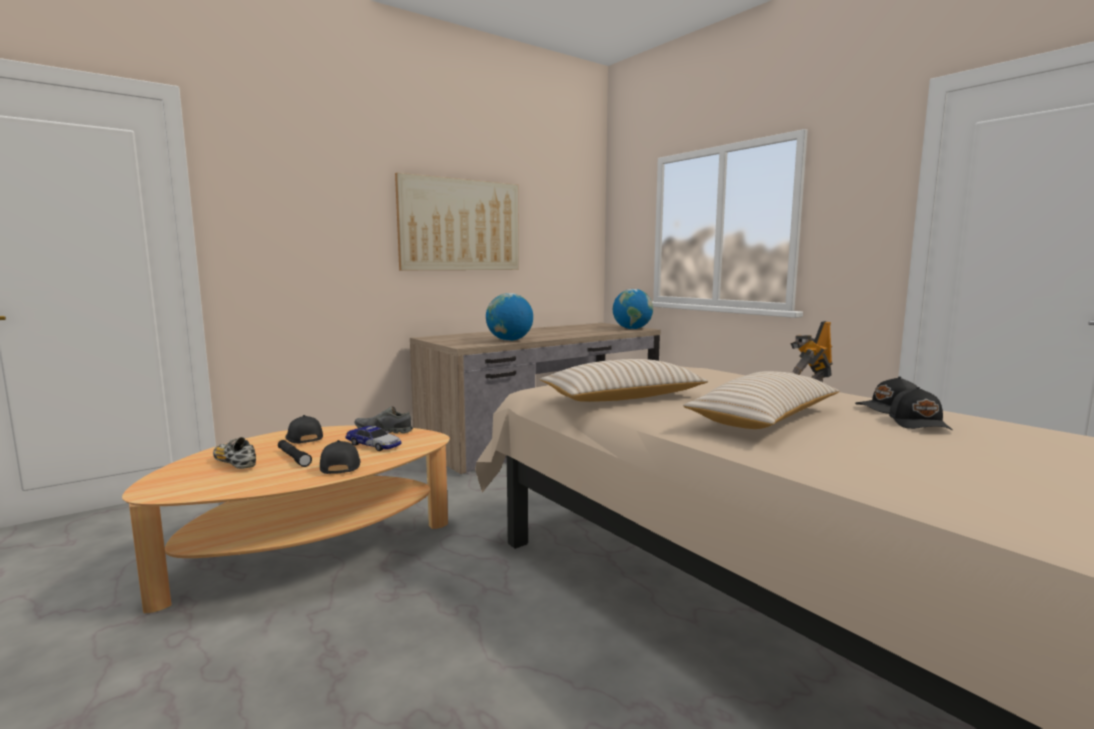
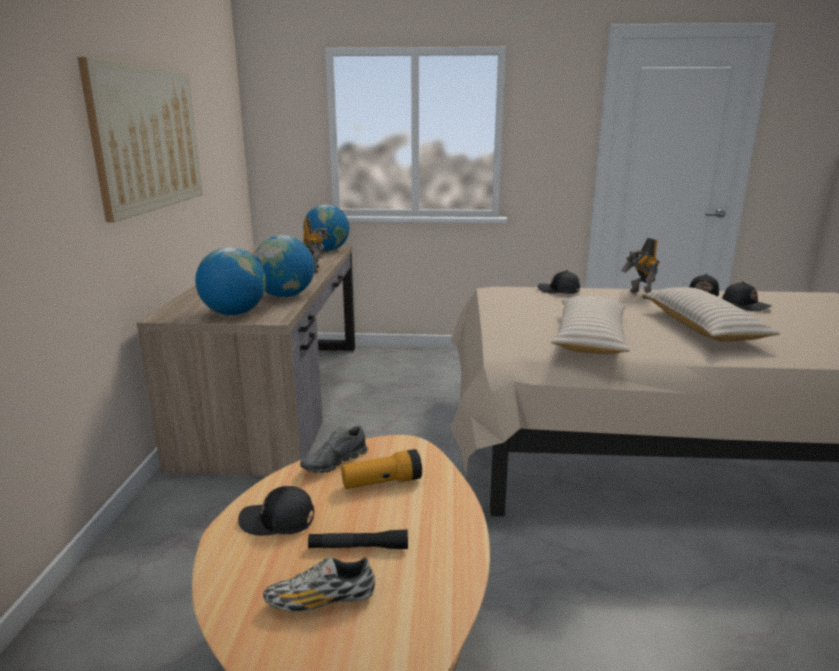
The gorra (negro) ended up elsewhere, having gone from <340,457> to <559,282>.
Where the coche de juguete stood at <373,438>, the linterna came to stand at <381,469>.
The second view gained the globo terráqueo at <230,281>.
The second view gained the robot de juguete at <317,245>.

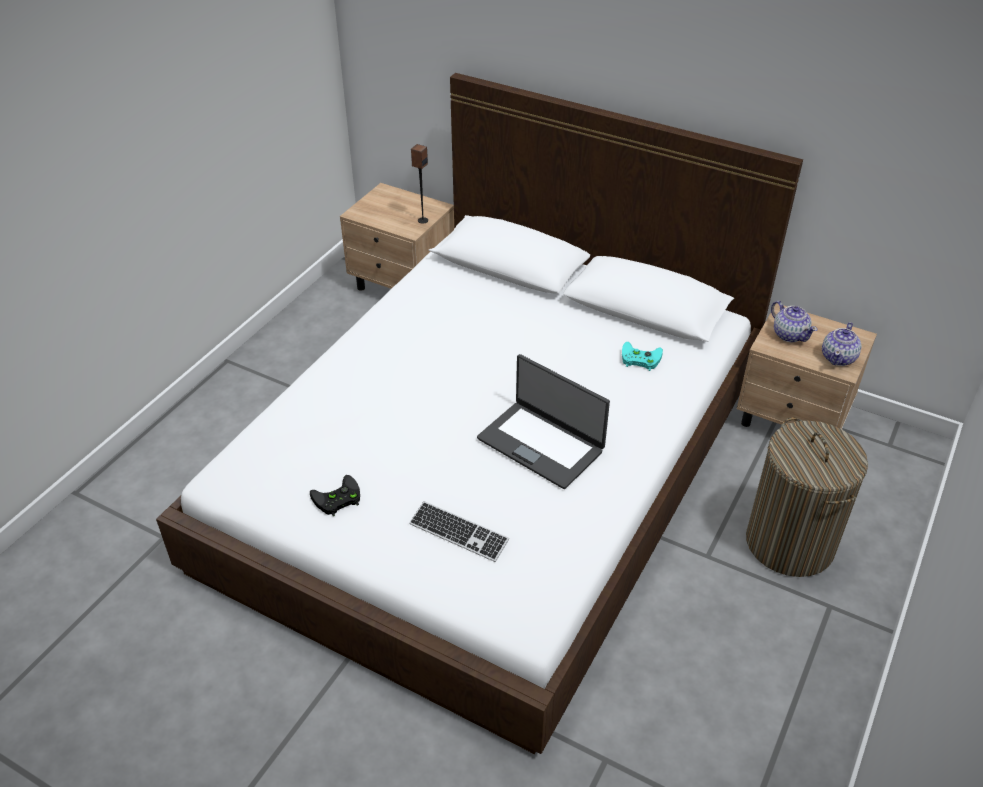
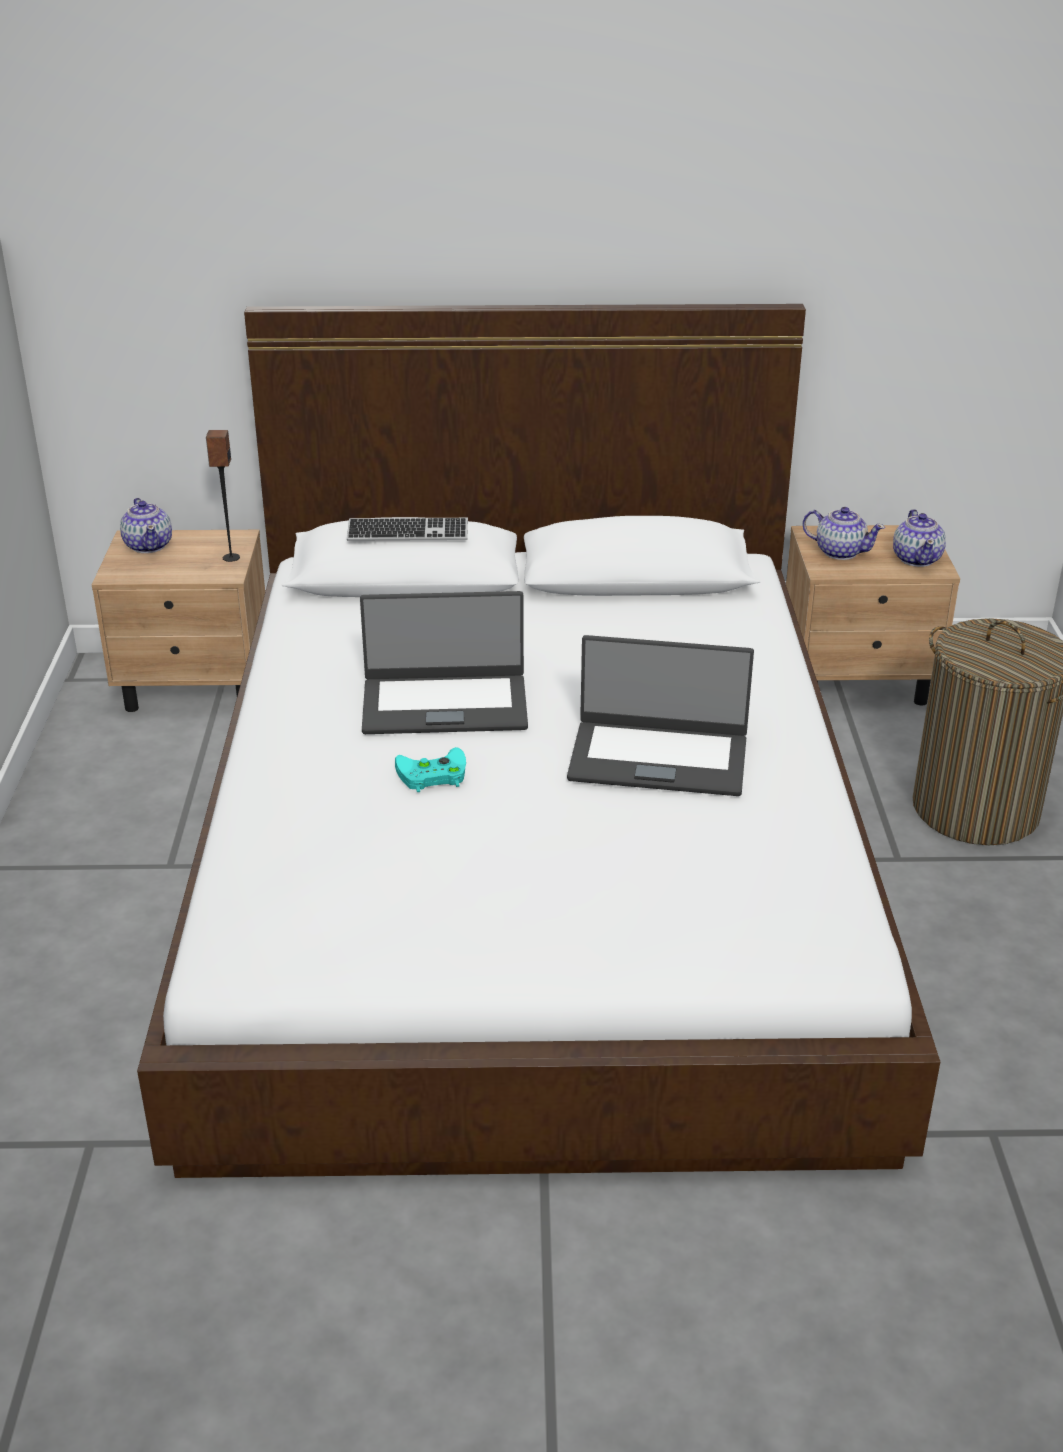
The second view lost the mando de consola (negro) at <335,495>.
The teclado ended up elsewhere, having gone from <459,531> to <407,529>.
The mando de consola (turquesa) ended up elsewhere, having gone from <642,356> to <430,769>.
The second view gained the tetera at <146,525>.
The second view gained the portátil at <444,662>.

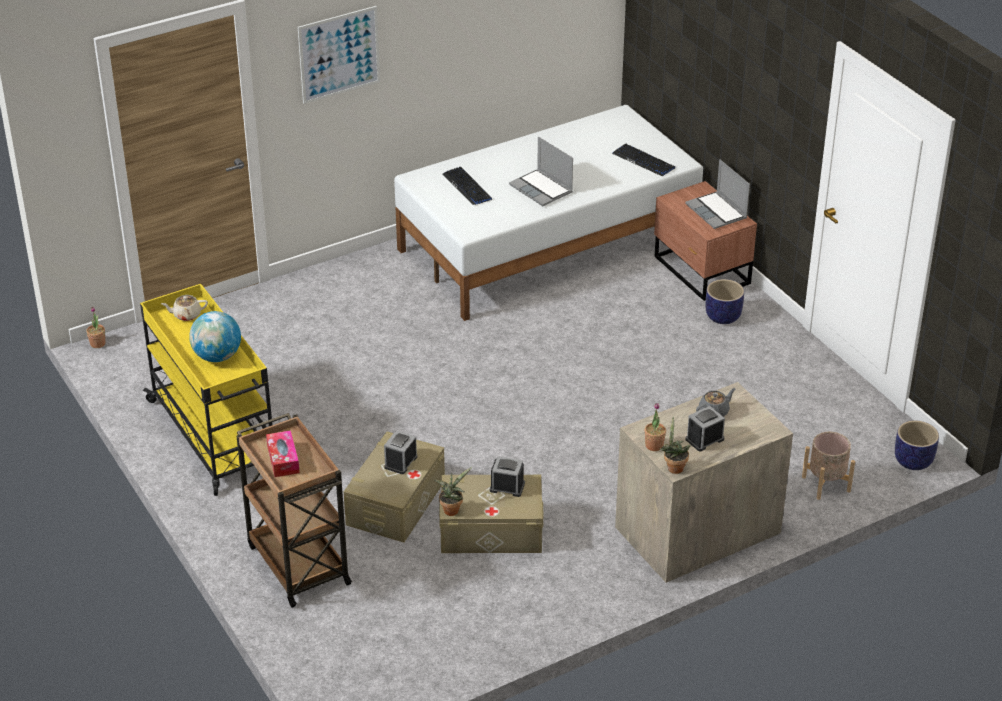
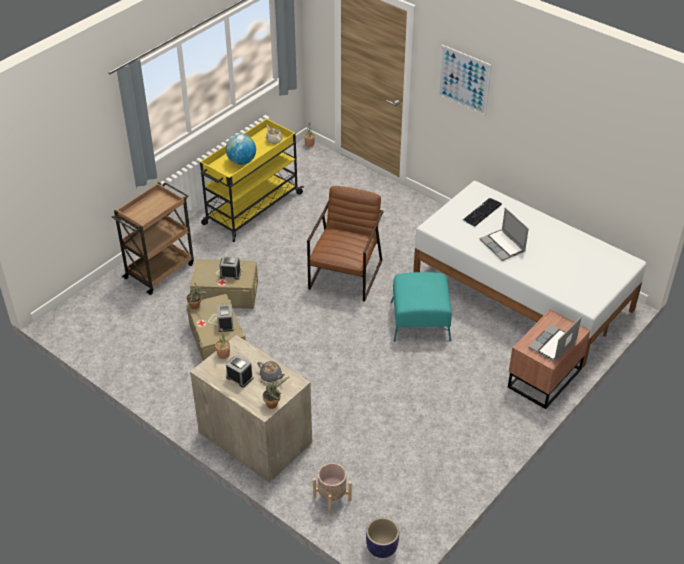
The second view lost the caja de pañuelos at <283,453>.
The portátil at <541,171> ended up facing another way, 60 degrees counterclockwise from before.
The second view lost the teclado at <643,160>.
The planta en maceta ended up elsewhere, having gone from <675,445> to <275,393>.
The second view lost the maceta at <725,301>.
The second view gained the sillón (marrón) at <345,244>.
The second view gained the puf (turquesa) at <421,307>.

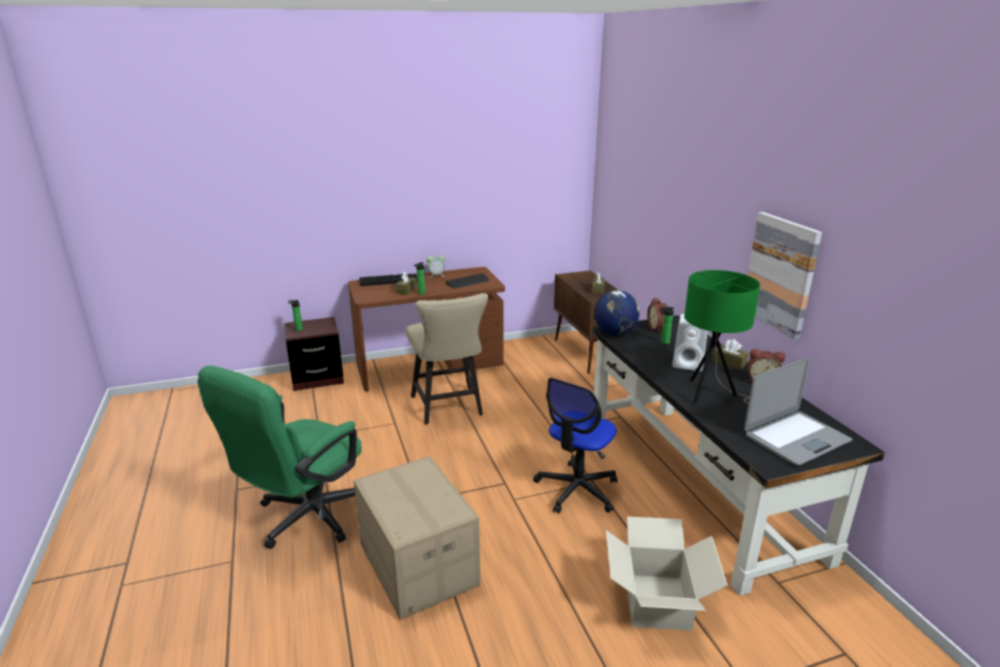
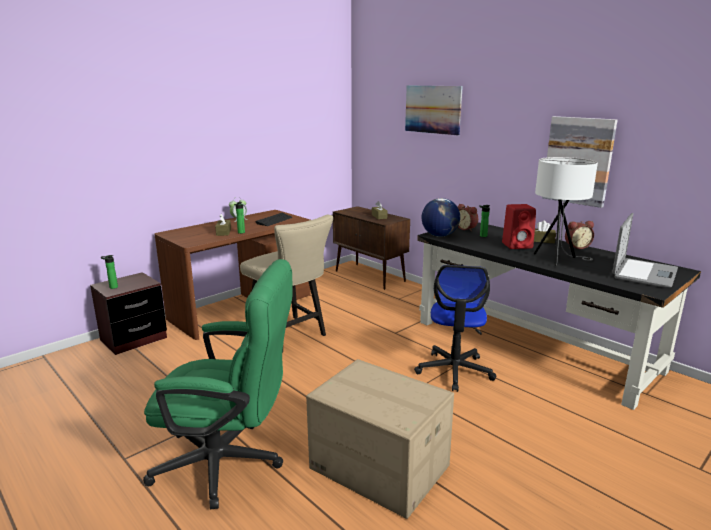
The silla de oficina (verde) at <279,457> ended up facing another way, 90 degrees counterclockwise from before.
The second view lost the teclado at <388,279>.
The second view lost the caja de cartón at <667,573>.
What was the altavoz (blanco) at <690,342> turned into the altavoz (rojo) at <519,226>.
What was the lámpara de mesa (verde) at <722,337> turned into the lámpara de mesa (blanco) at <565,211>.
The second view gained the cuadro at <434,111>.

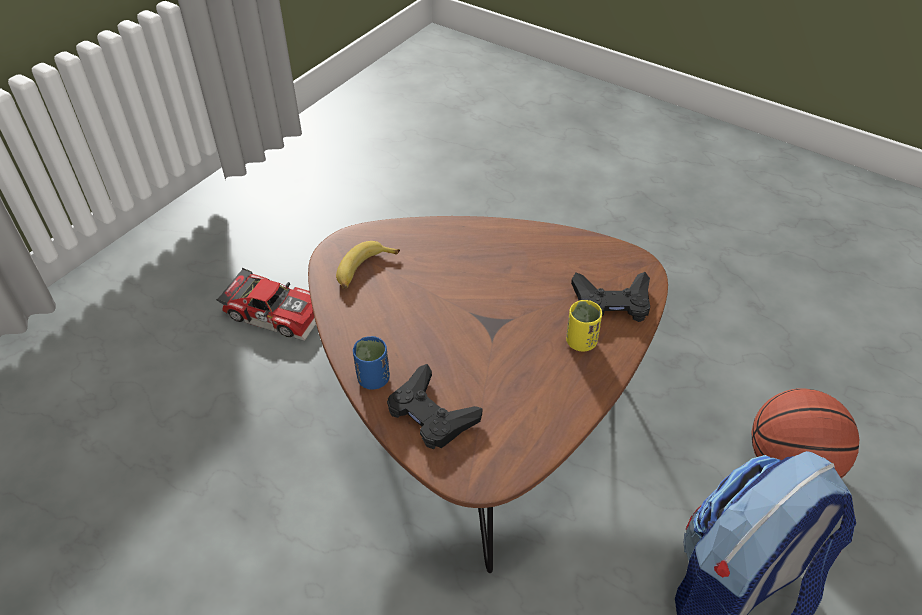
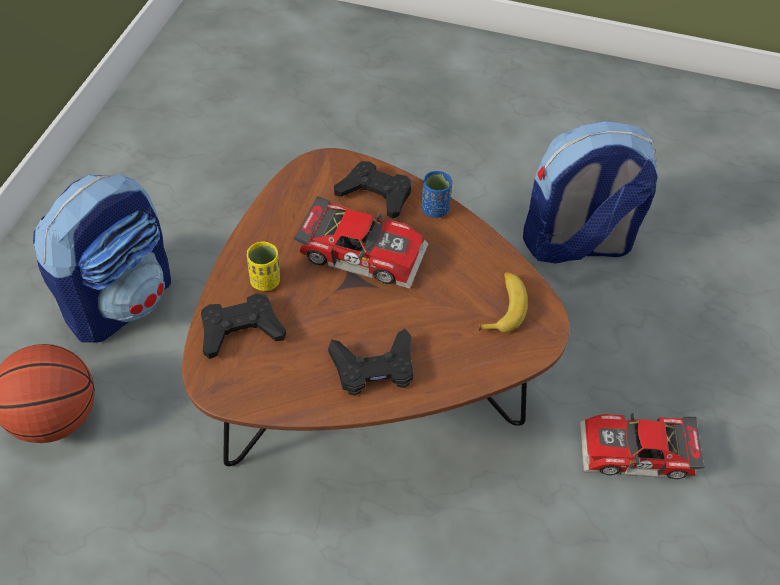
The second view gained the coche de juguete at <361,242>.
The second view gained the mando de consola (negro) at <371,362>.
The second view gained the mochila at <590,192>.

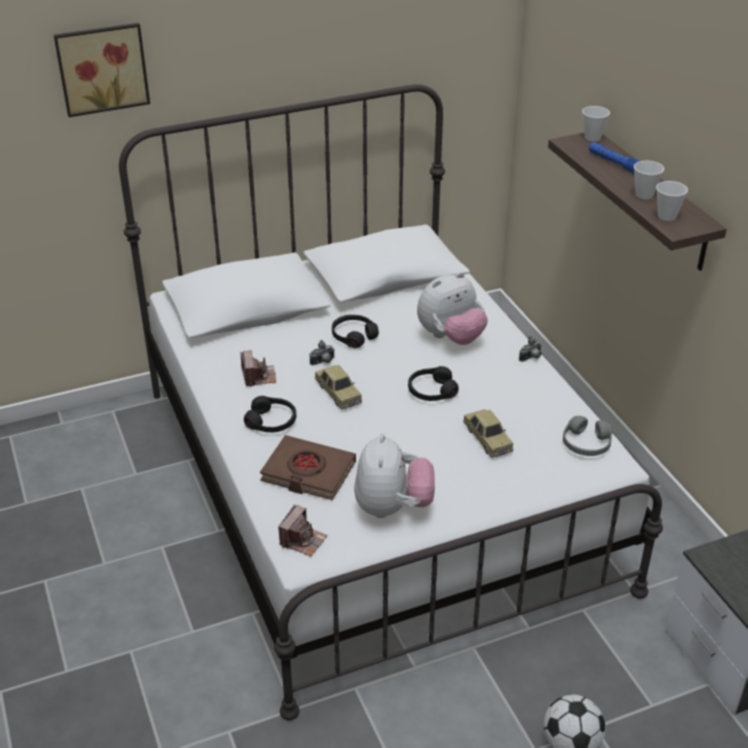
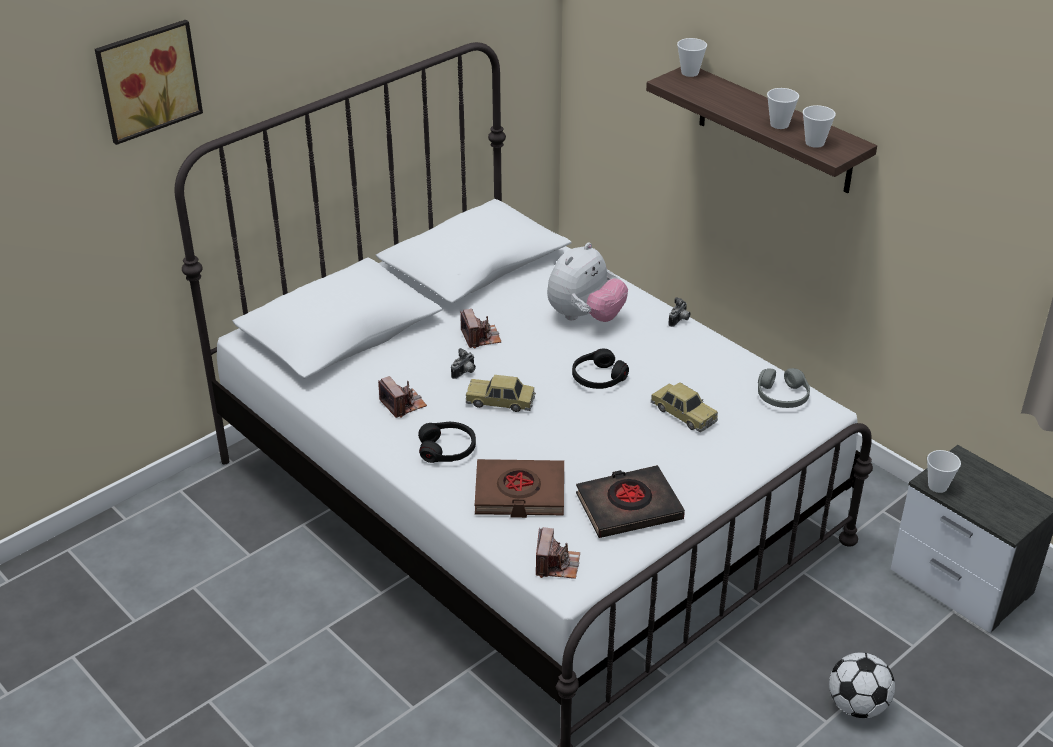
The coche de juguete at <338,387> ended up facing another way, 150 degrees clockwise from before.
Where the auriculares (negro) stood at <355,331>, the cámara came to stand at <480,328>.
Where the peluche stood at <394,475>, the libro (negro) came to stand at <630,501>.
The second view lost the linterna (azul) at <614,157>.
The second view gained the taza at <944,471>.

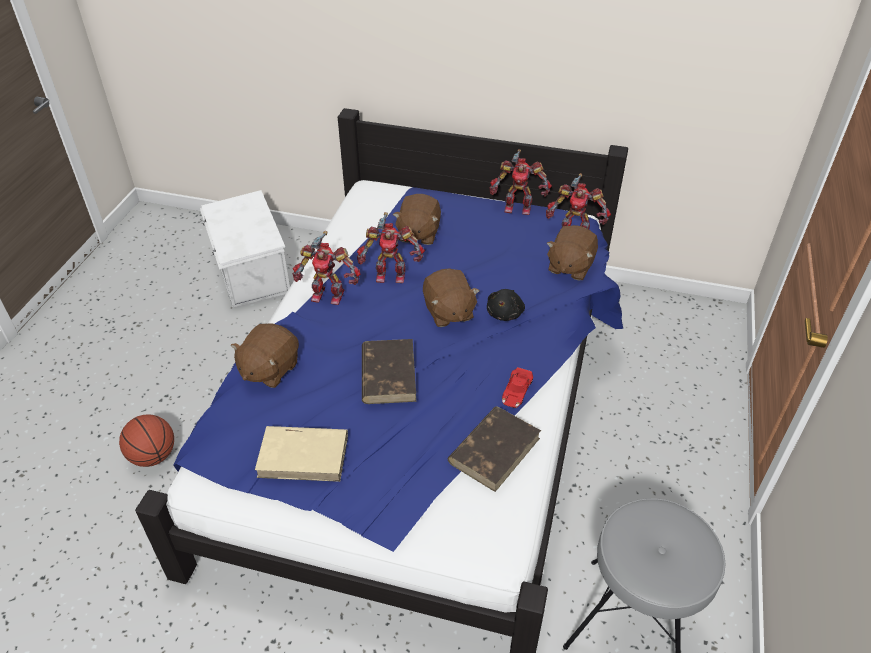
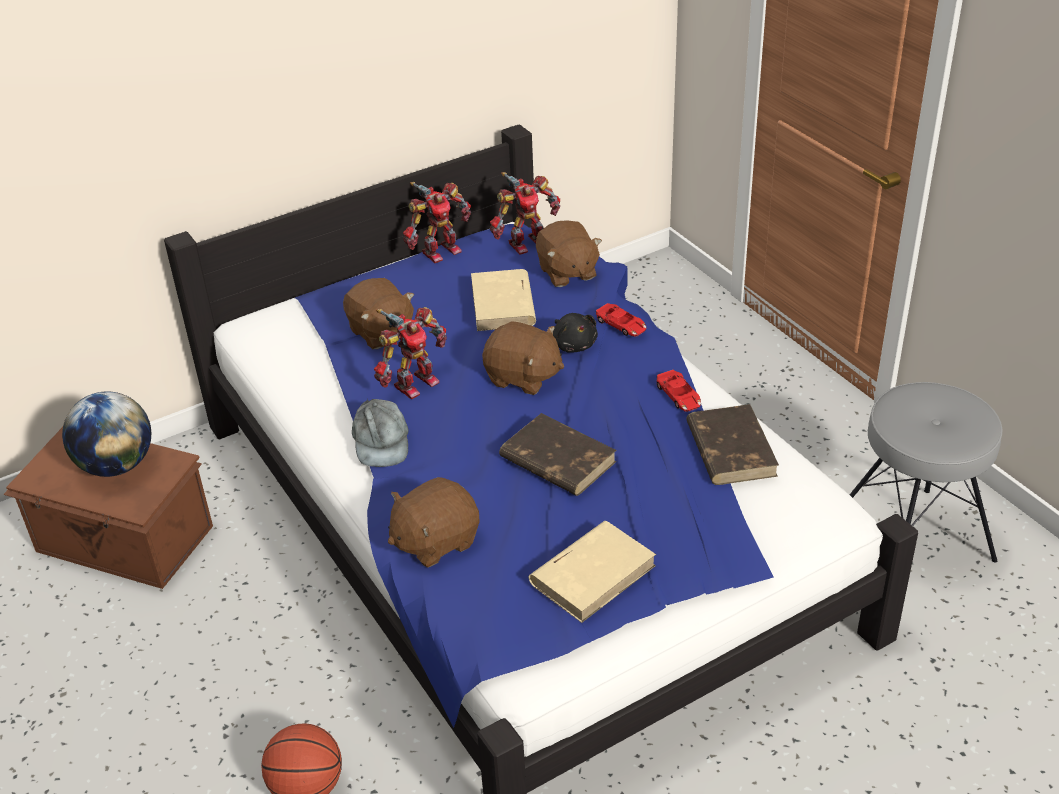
What was the caja de almacenaje (blanco) at <245,248> turned into the caja de almacenaje (marrón) at <108,508>.
The peluche (marrón) at <265,355> ended up facing another way, 75 degrees clockwise from before.
Where the robot de juguete stood at <327,268>, the gorra (gris) came to stand at <380,433>.
The second view gained the globo terráqueo at <106,434>.
The second view gained the libro (beis) at <503,300>.
The second view gained the coche de juguete (rojo) at <621,320>.

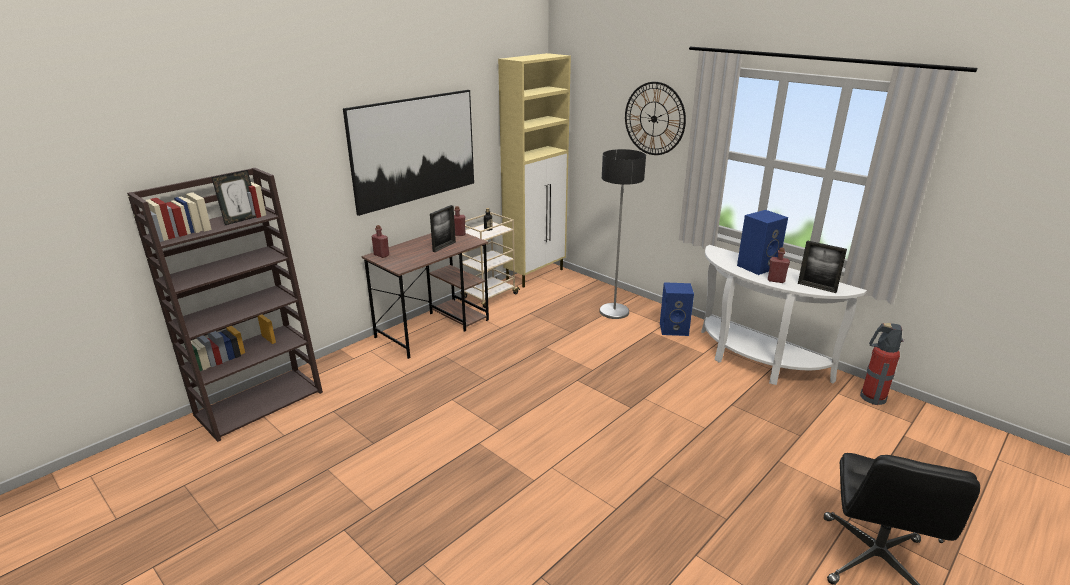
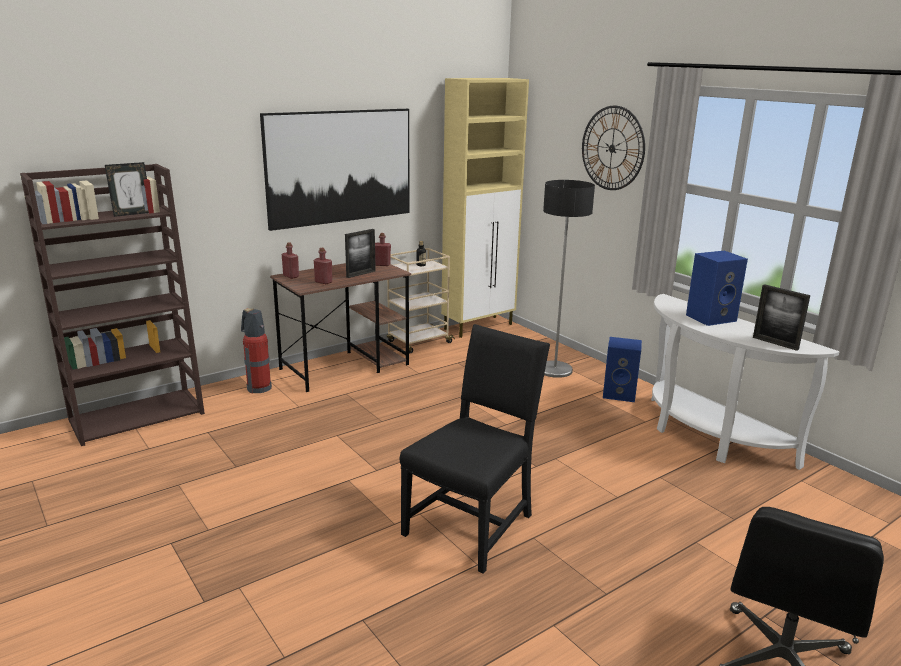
The botella (rojo) ended up elsewhere, having gone from <779,265> to <323,266>.
The extintor ended up elsewhere, having gone from <882,364> to <256,350>.
The second view gained the silla (negro) at <475,449>.

